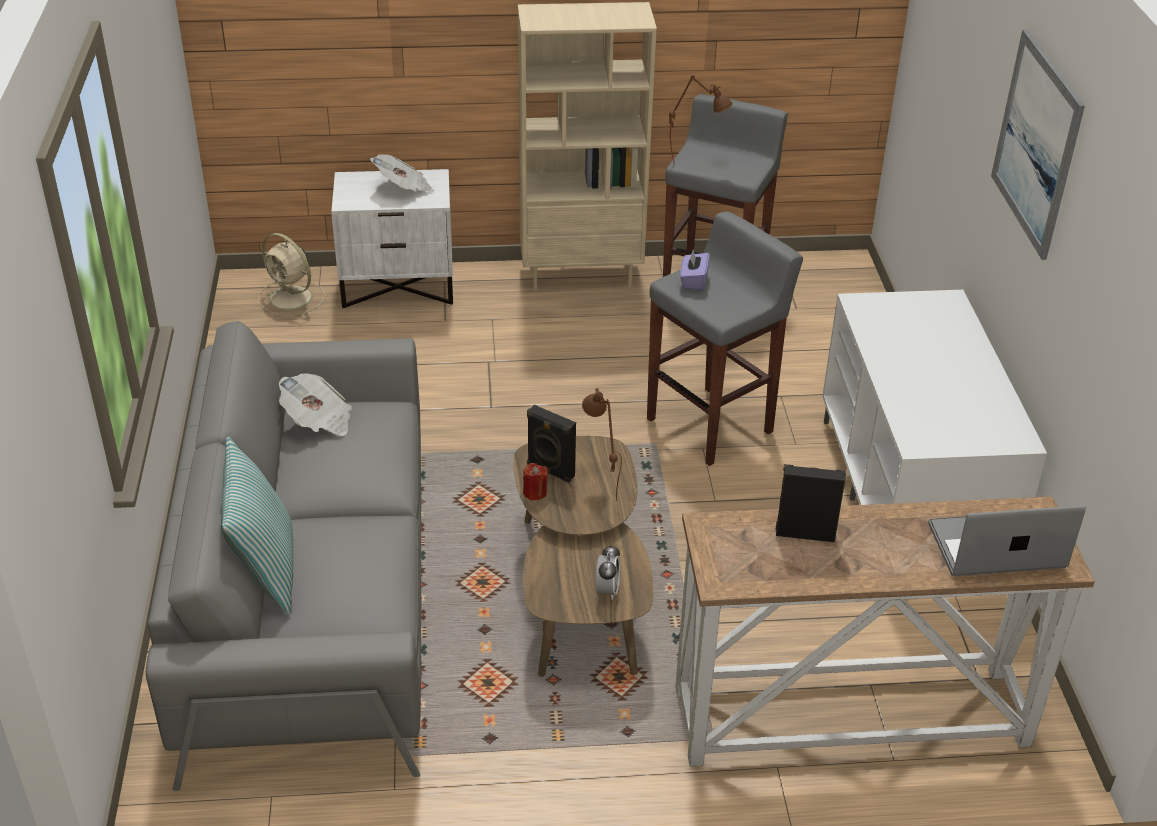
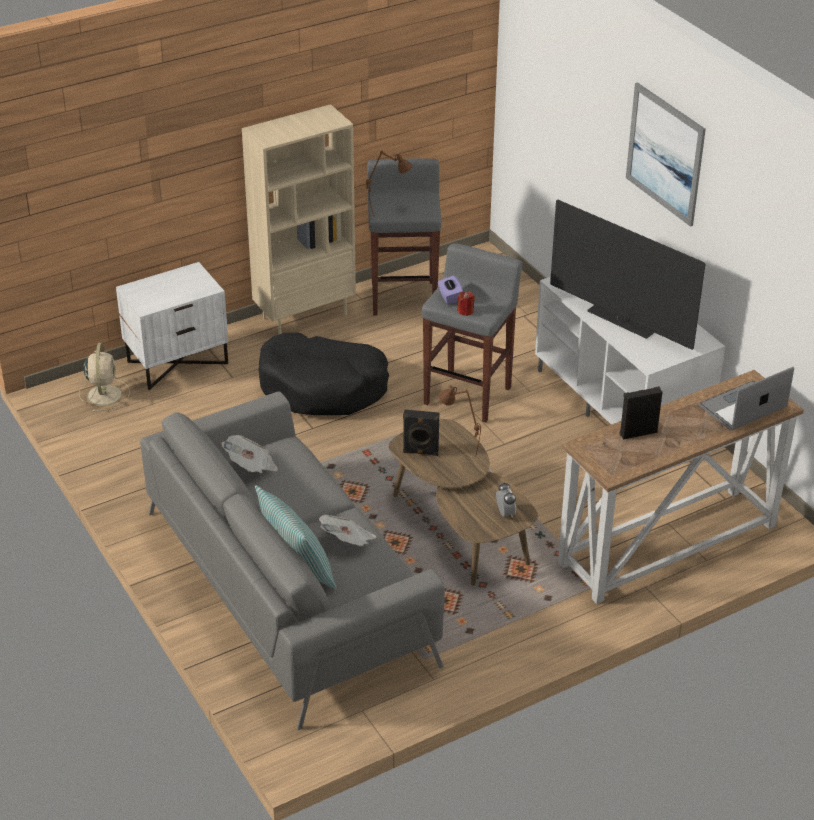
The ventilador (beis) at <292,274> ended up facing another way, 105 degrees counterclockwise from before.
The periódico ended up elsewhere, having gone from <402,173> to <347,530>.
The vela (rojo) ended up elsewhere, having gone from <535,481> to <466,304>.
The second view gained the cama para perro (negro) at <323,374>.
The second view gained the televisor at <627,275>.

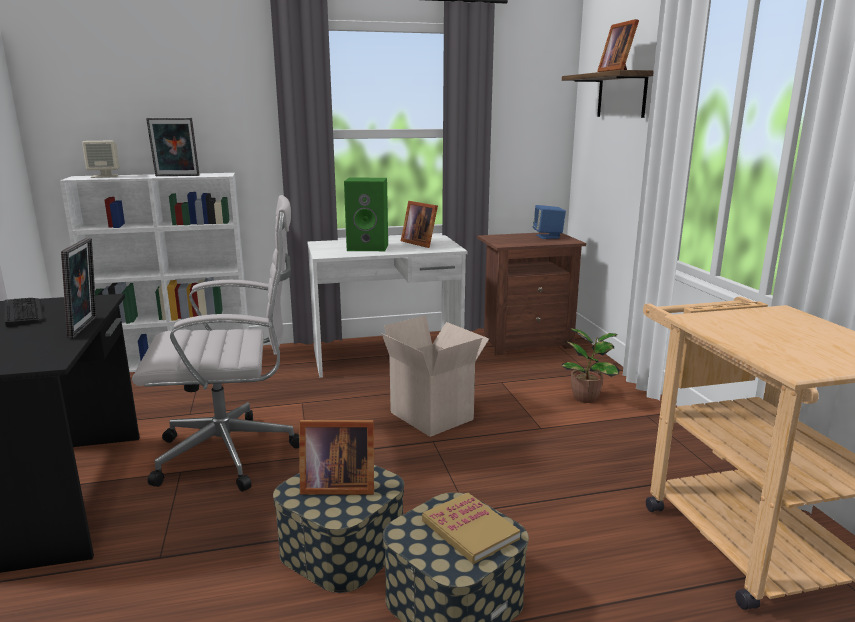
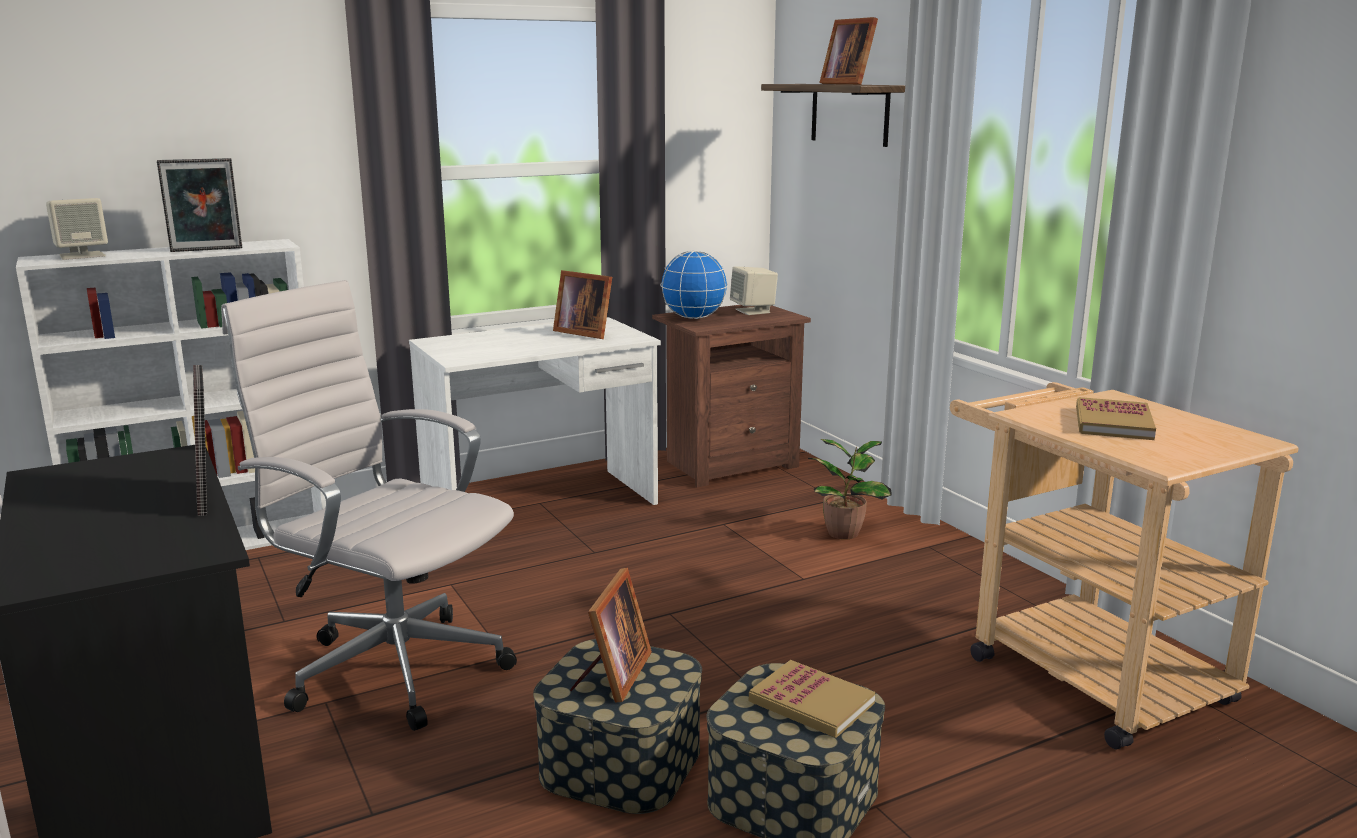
The second view lost the teclado at <24,312>.
The silla de oficina (blanco) at <215,343> ended up facing another way, 120 degrees counterclockwise from before.
The portarretratos at <336,457> ended up facing another way, 60 degrees counterclockwise from before.
The second view lost the altavoz (verde) at <366,214>.
The second view lost the caja de cartón at <435,376>.
What was the altavoz (azul) at <549,222> turned into the altavoz (beis) at <754,291>.
The second view gained the globo terráqueo at <694,285>.
The second view gained the libro at <1116,418>.

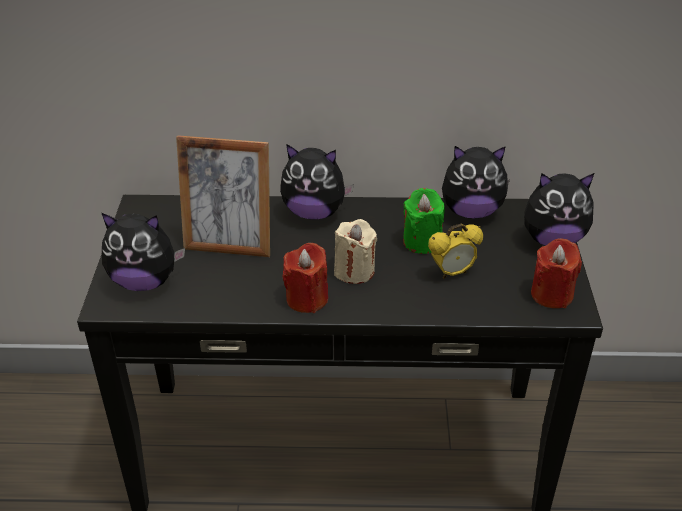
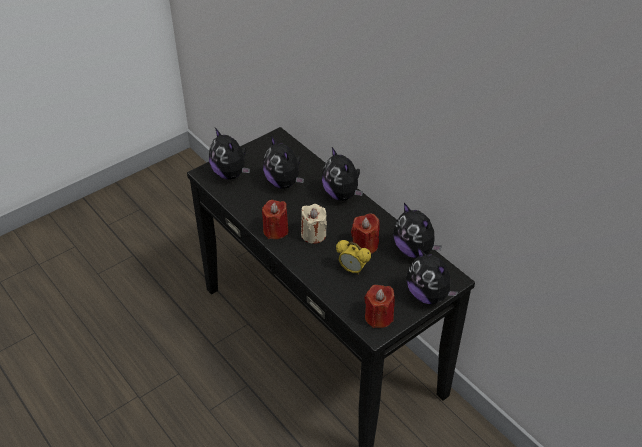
Where the portarretratos stood at <223,196>, the peluche came to stand at <283,162>.
What was the vela (verde) at <424,221> turned into the vela (rojo) at <365,233>.

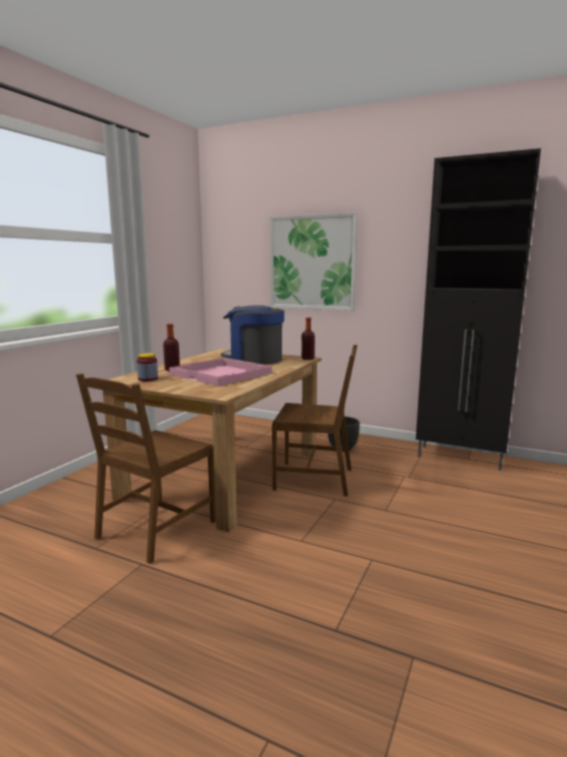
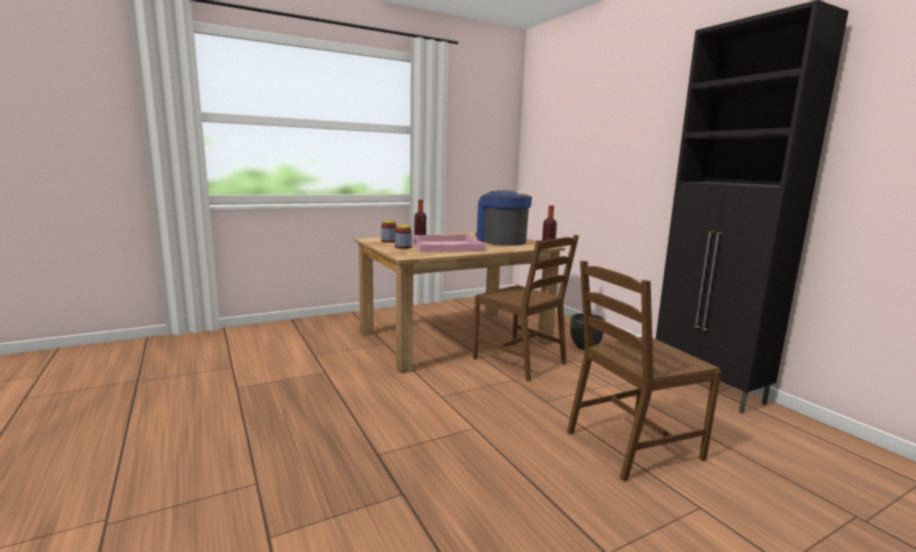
The silla (marrón) ended up elsewhere, having gone from <146,468> to <644,371>.
The second view lost the cuadro at <314,261>.
The second view gained the tarro at <403,237>.

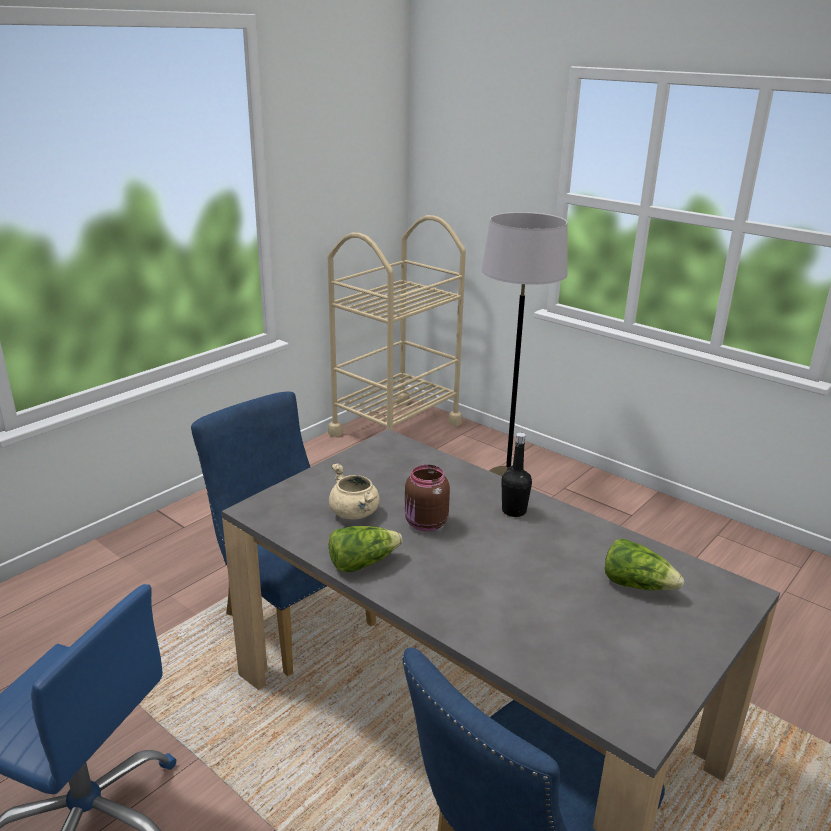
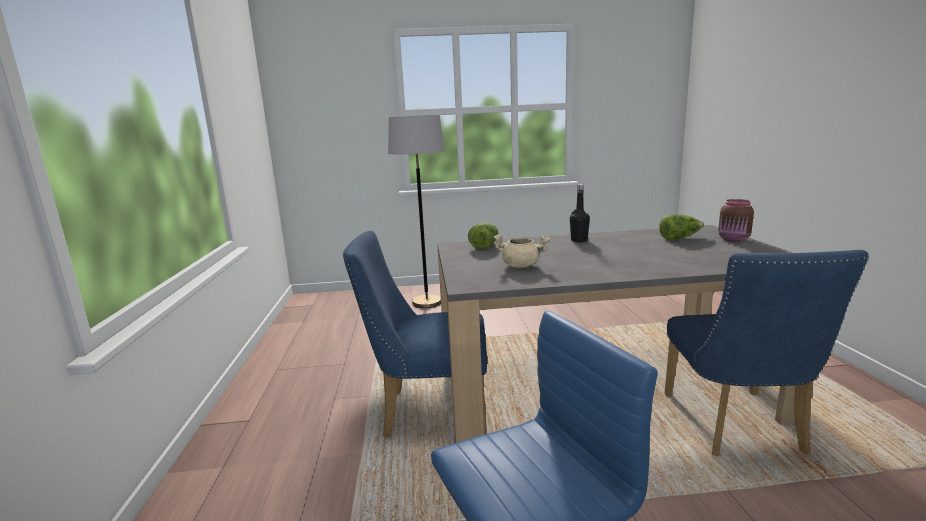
The second view lost the carrito (beis) at <397,326>.
The lechuga ended up elsewhere, having gone from <366,549> to <483,235>.
The tarro (marrón) ended up elsewhere, having gone from <427,498> to <736,220>.

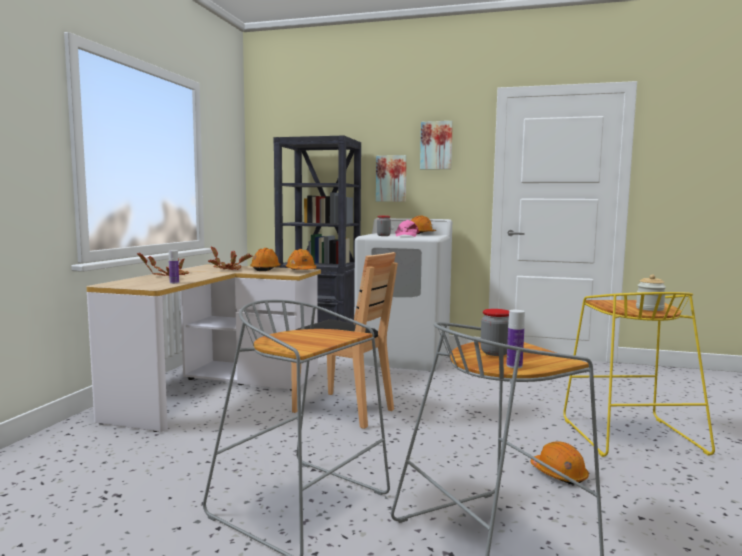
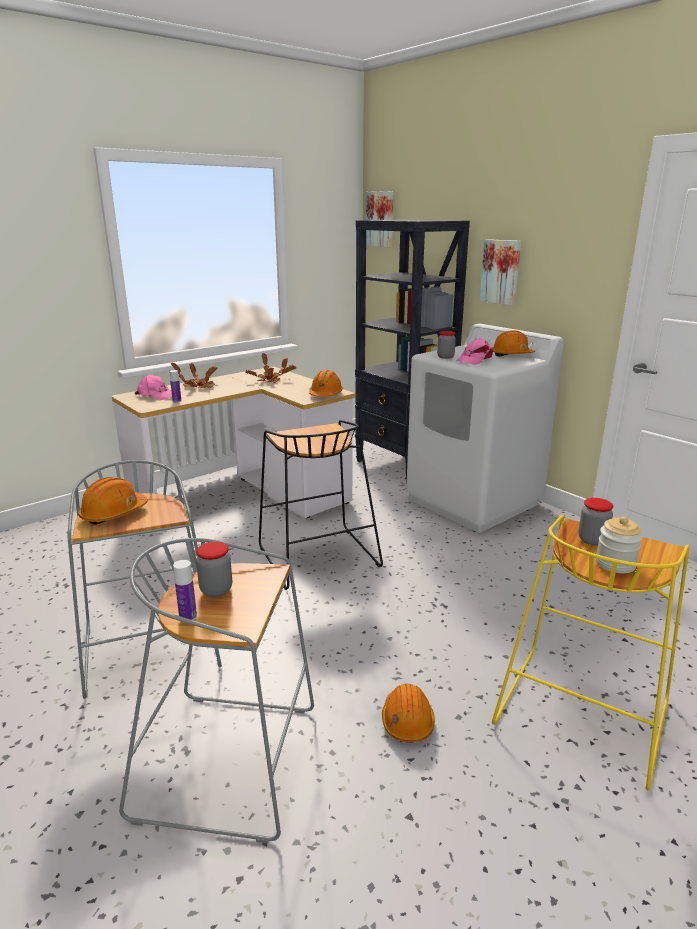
The casco (naranja) ended up elsewhere, having gone from <265,259> to <113,501>.
Where the silla (marrón) stood at <344,340>, the taburete (negro) came to stand at <321,505>.
The cuadro ended up elsewhere, having gone from <436,145> to <379,219>.
The second view gained the gorra (rosa) at <153,387>.
The second view gained the tarro at <595,522>.

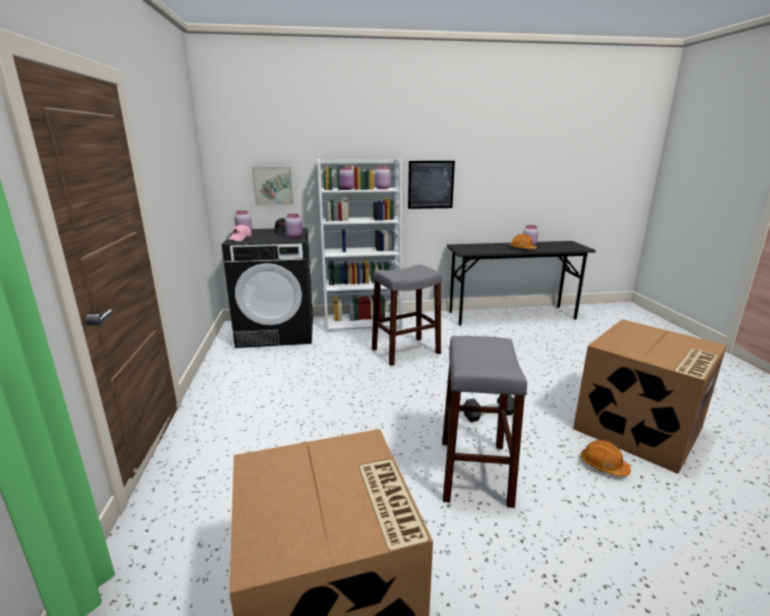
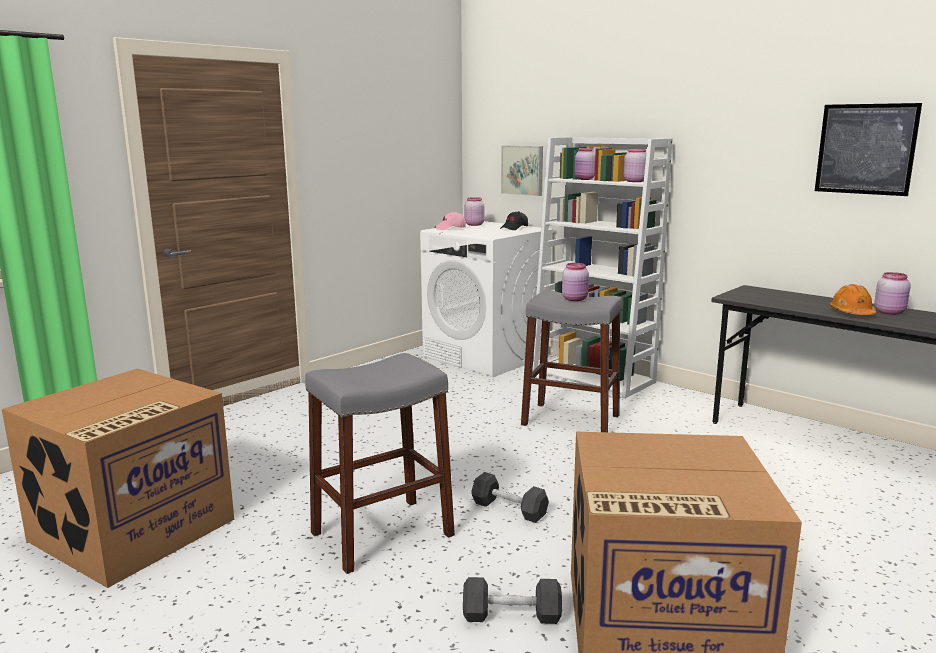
What was the lavadora (negro) at <267,288> turned into the lavadora (blanco) at <487,299>.
The tarro (rosa) ended up elsewhere, having gone from <294,226> to <575,282>.
The cuadro ended up elsewhere, having gone from <431,185> to <868,149>.
Where the casco (naranja) stood at <606,458>, the mancuerna (negro) came to stand at <512,600>.

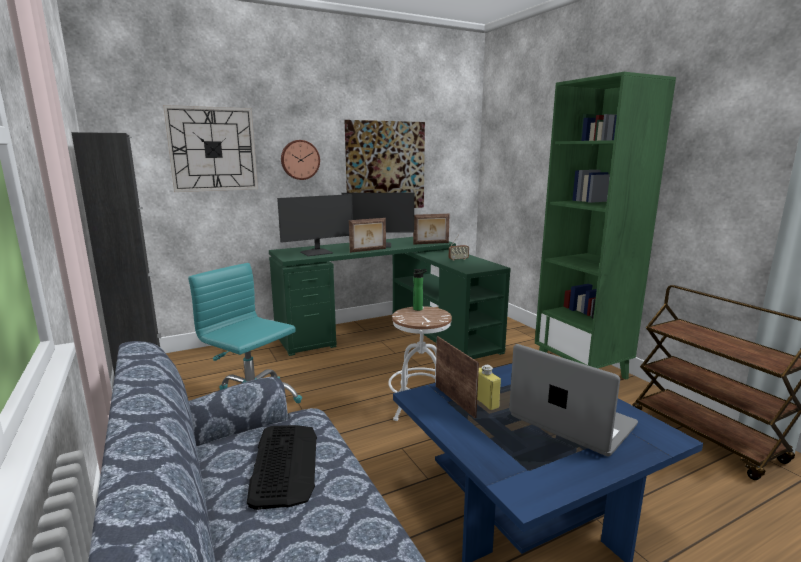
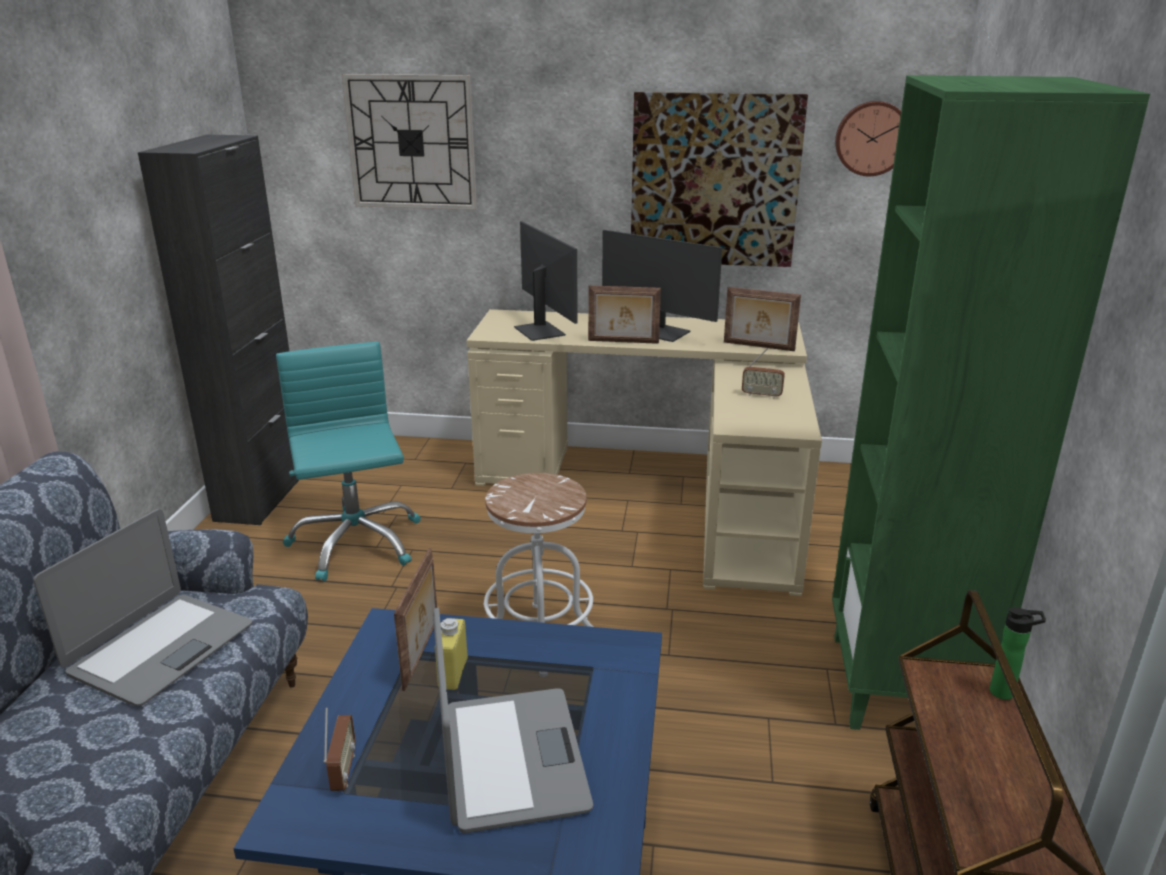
Where the teclado stood at <282,467>, the portátil came to stand at <143,607>.
What was the escritorio (verde) at <390,298> turned into the escritorio (beis) at <644,452>.
The monitor at <315,225> ended up facing another way, 120 degrees counterclockwise from before.
The reloj de pared ended up elsewhere, having gone from <300,160> to <868,138>.
The botella ended up elsewhere, having gone from <420,290> to <1018,653>.
The second view gained the radio at <340,749>.

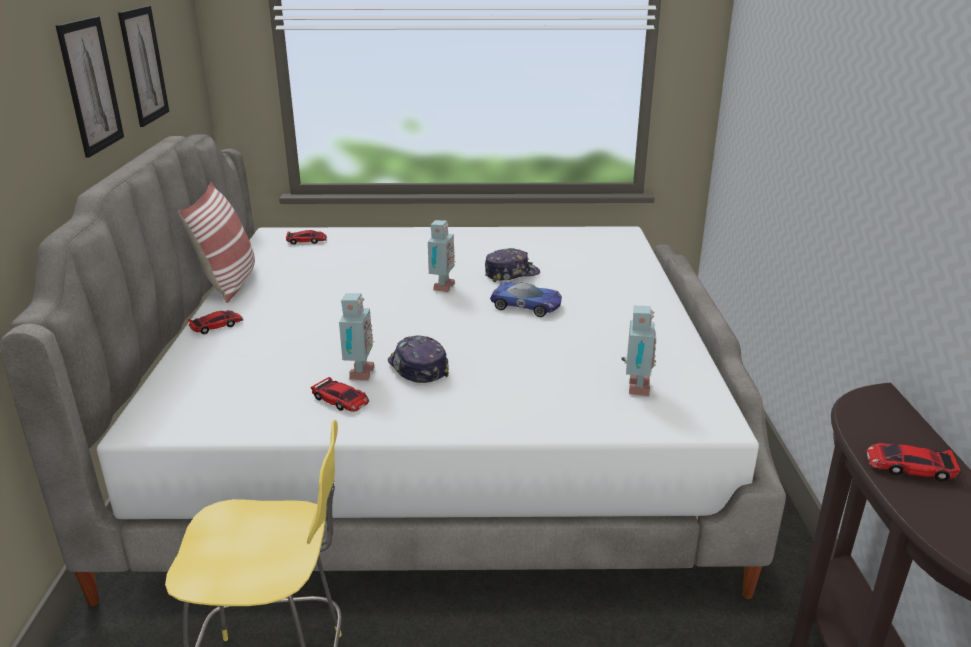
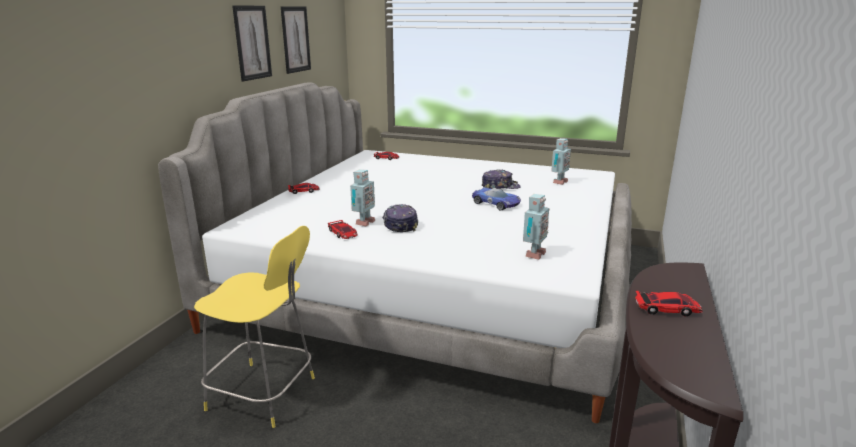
The second view lost the cojín at <216,242>.
The robot de juguete ended up elsewhere, having gone from <442,256> to <561,161>.
The coche de juguete at <913,462> ended up facing another way, 150 degrees clockwise from before.

